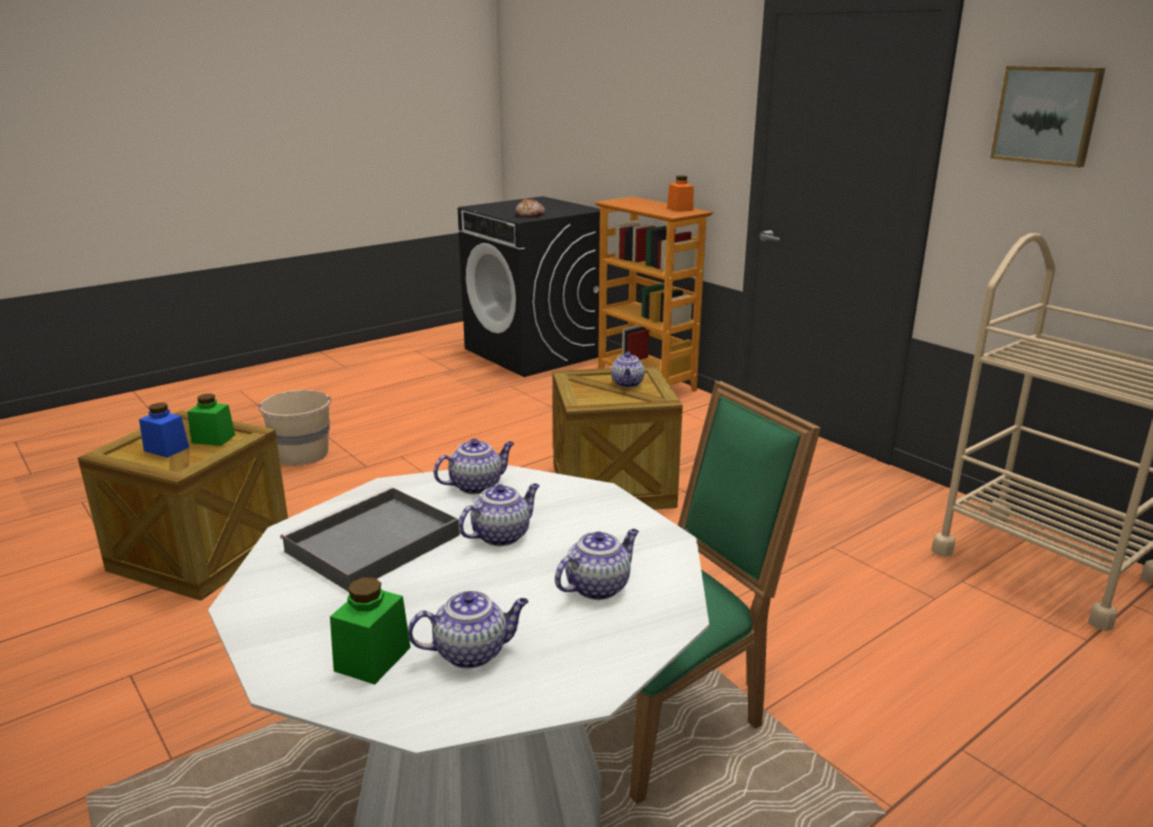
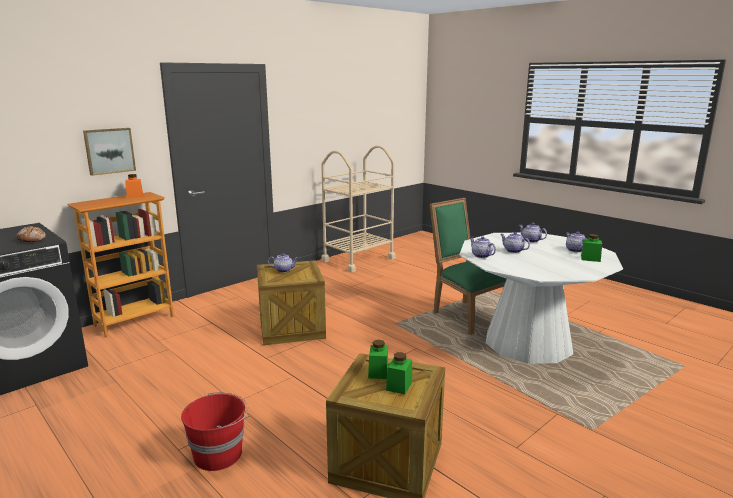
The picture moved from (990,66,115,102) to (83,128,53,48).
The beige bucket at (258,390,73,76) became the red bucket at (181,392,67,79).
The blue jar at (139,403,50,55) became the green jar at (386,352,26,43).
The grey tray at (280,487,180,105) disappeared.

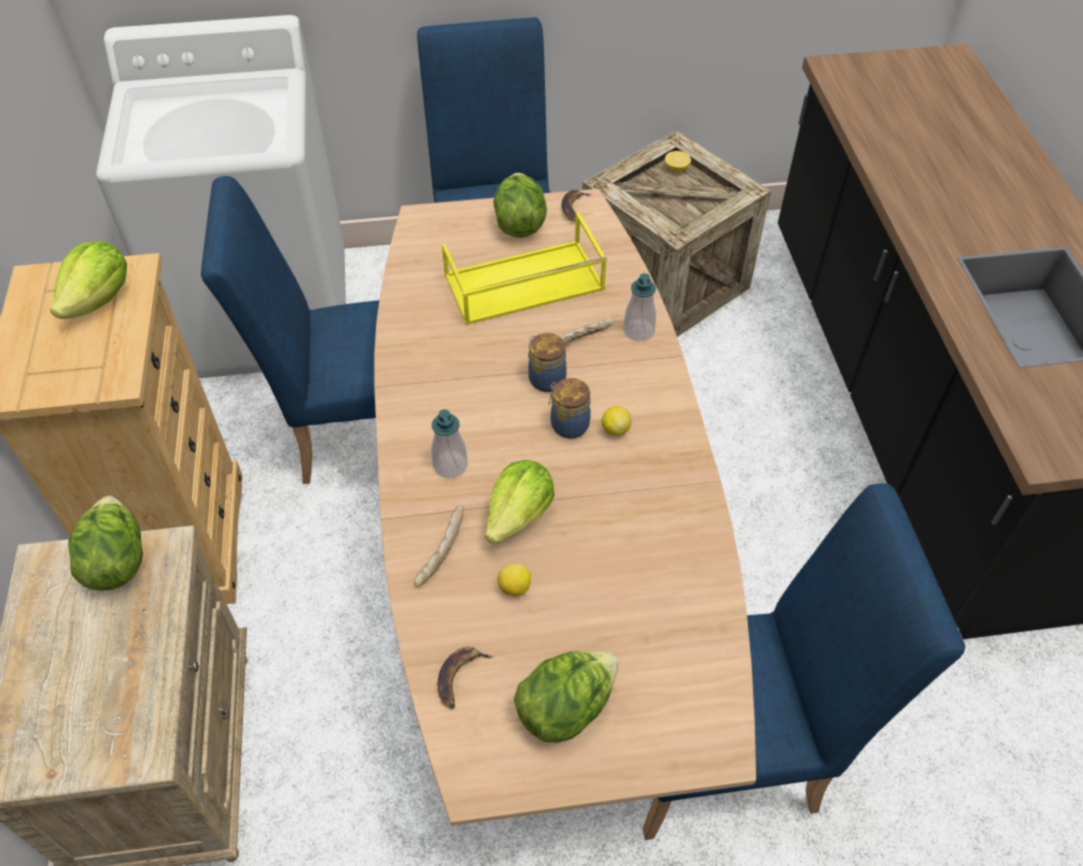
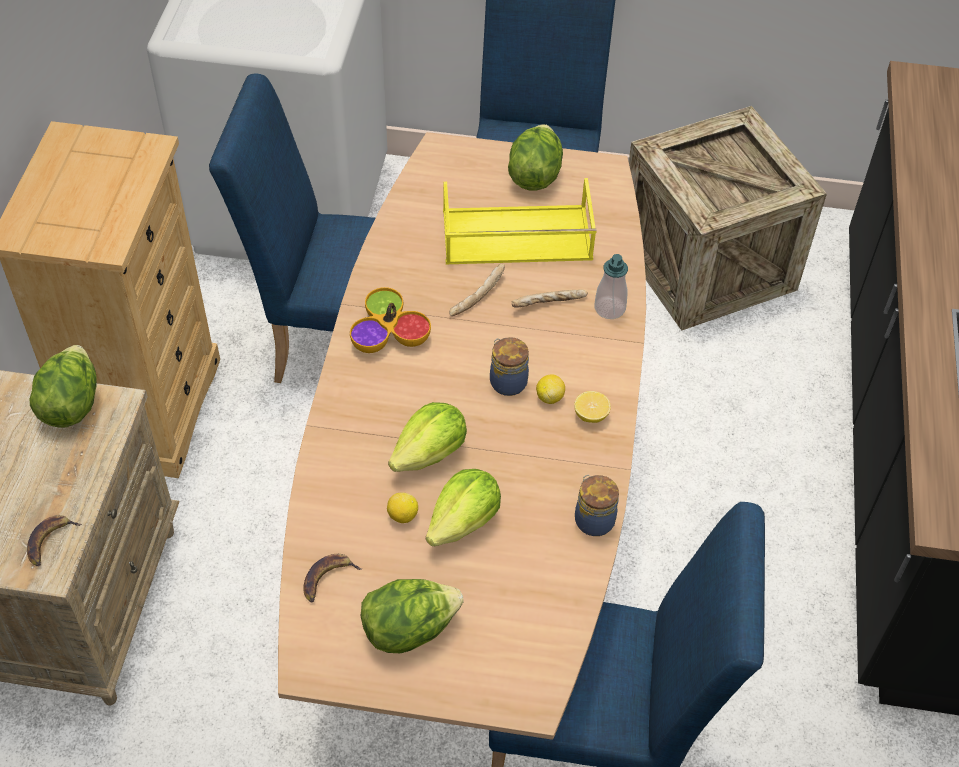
The lemon moved from (665,151,26,21) to (574,391,37,32).
The banana moved from (562,189,29,33) to (27,515,55,51).
The lettuce moved from (50,241,77,78) to (426,469,75,77).
The jar moved from (528,333,38,59) to (575,475,44,61).
The soap dispenser at (431,409,37,69) disappeared.
The bread moved from (414,505,50,81) to (449,263,56,53).
The bowl at (350,287,81,66) appeared.

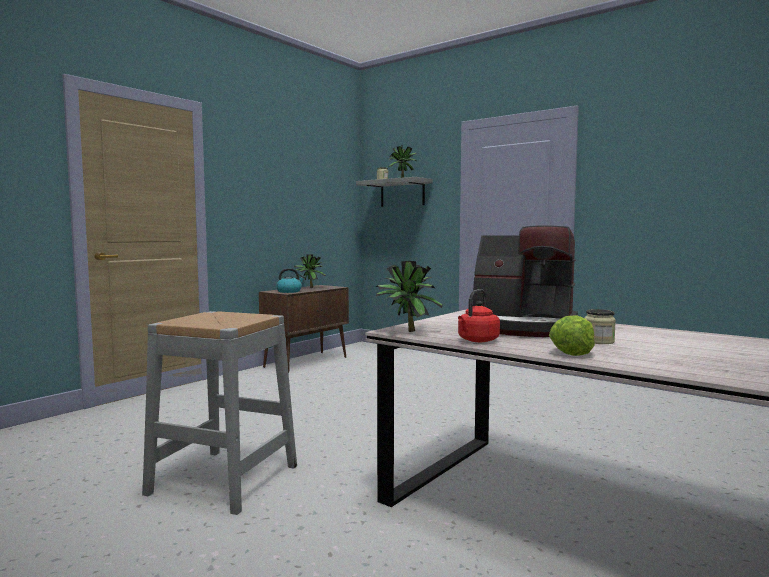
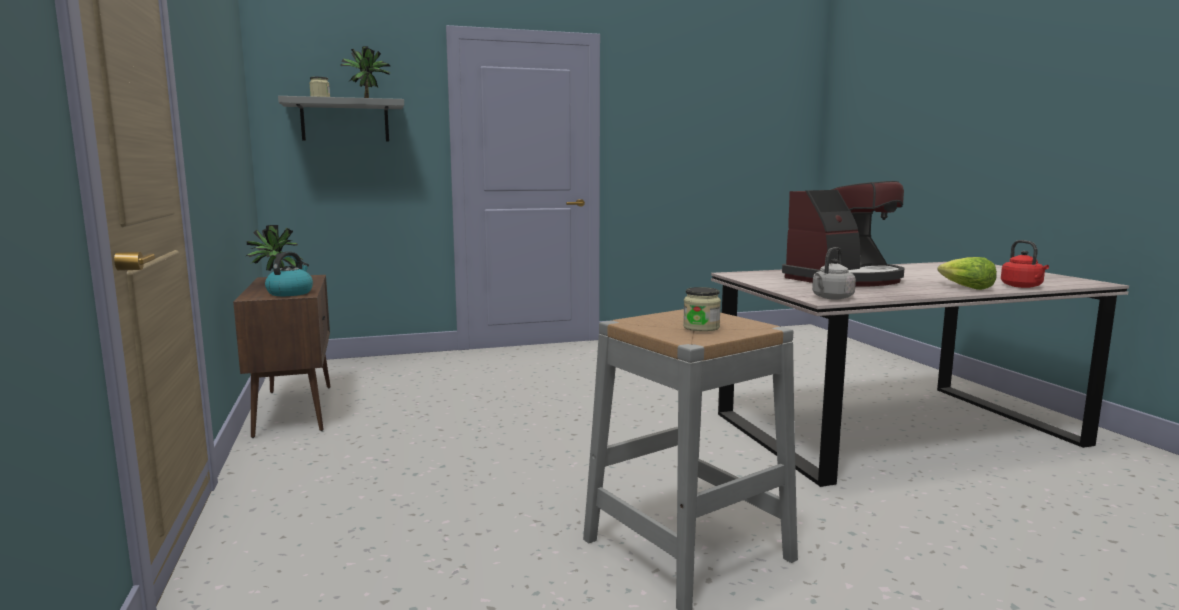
The potted plant at (376,261,67,71) was replaced by the grey kettle at (812,247,44,53).
The red kettle moved from (458,289,42,53) to (1001,240,48,48).
The jar moved from (585,309,31,35) to (683,287,38,45).

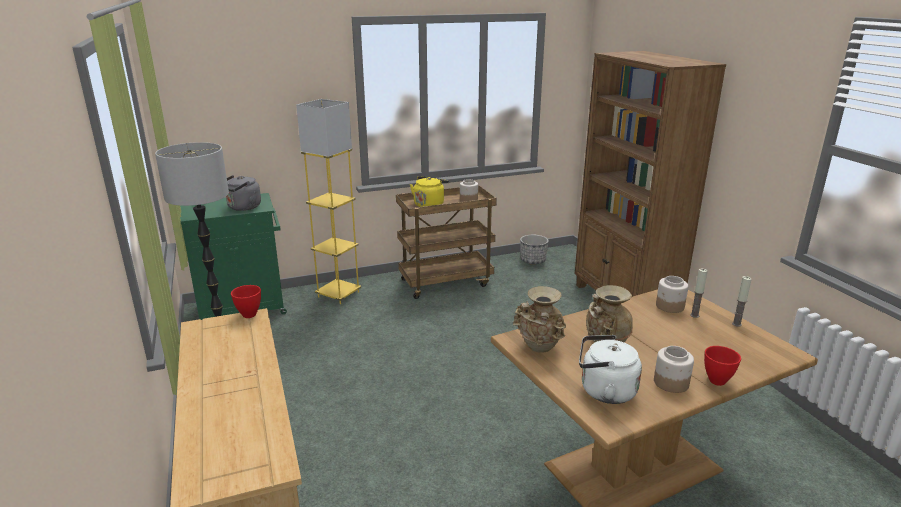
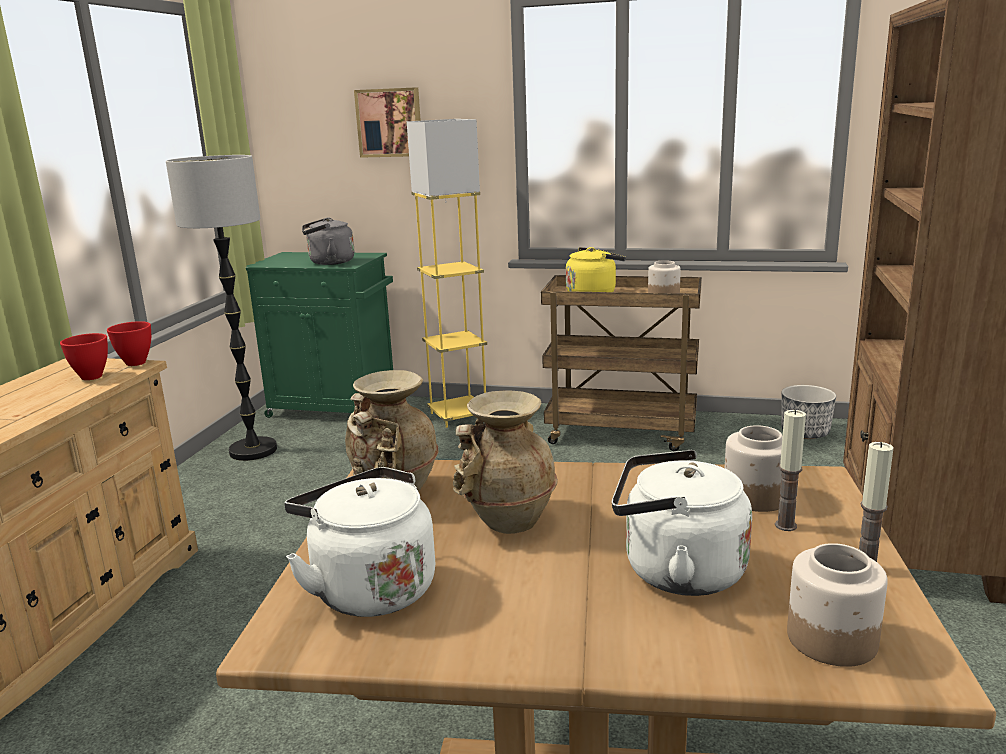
The jar moved from (654,346,40,47) to (787,543,101,124).
The red bowl moved from (704,346,37,40) to (60,333,48,47).
The picture at (354,87,67,71) appeared.
The white kettle at (612,450,140,146) appeared.

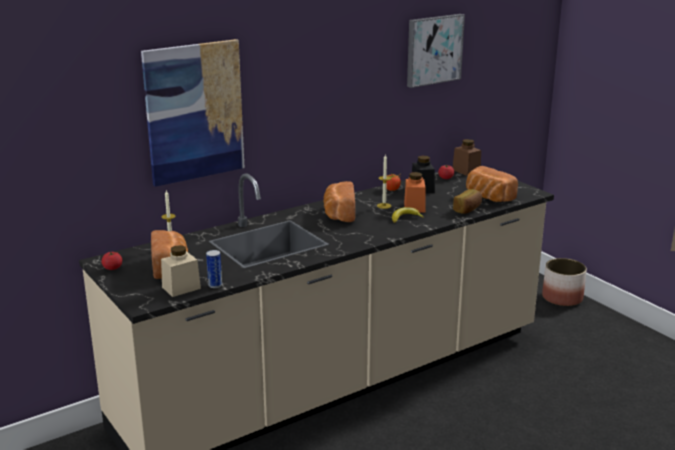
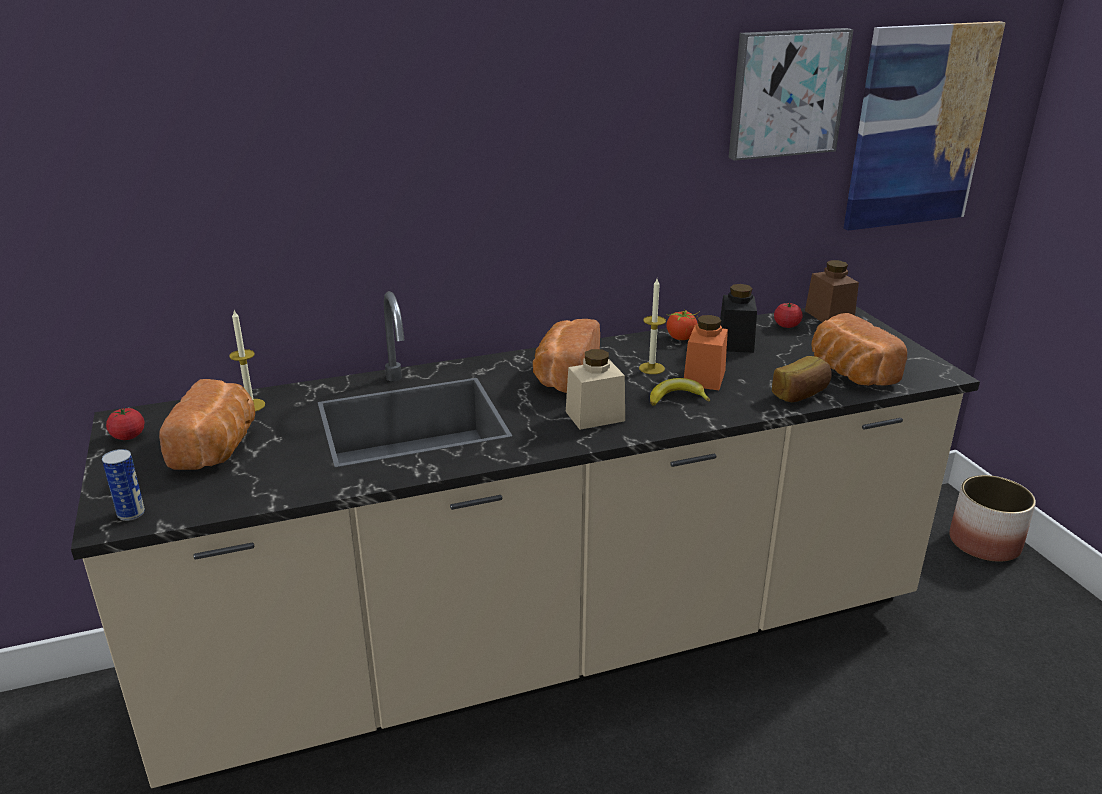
The picture moved from (141,39,103,148) to (844,21,162,210).
The beige jar moved from (161,245,40,52) to (566,349,59,81).
The can moved from (206,250,16,38) to (102,449,43,72).

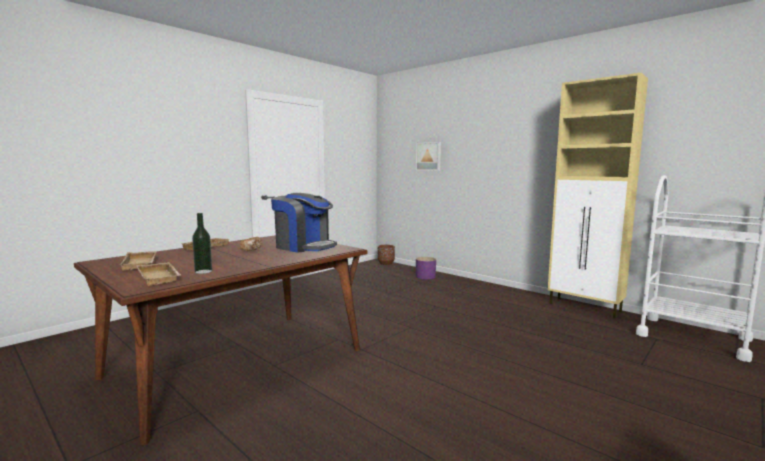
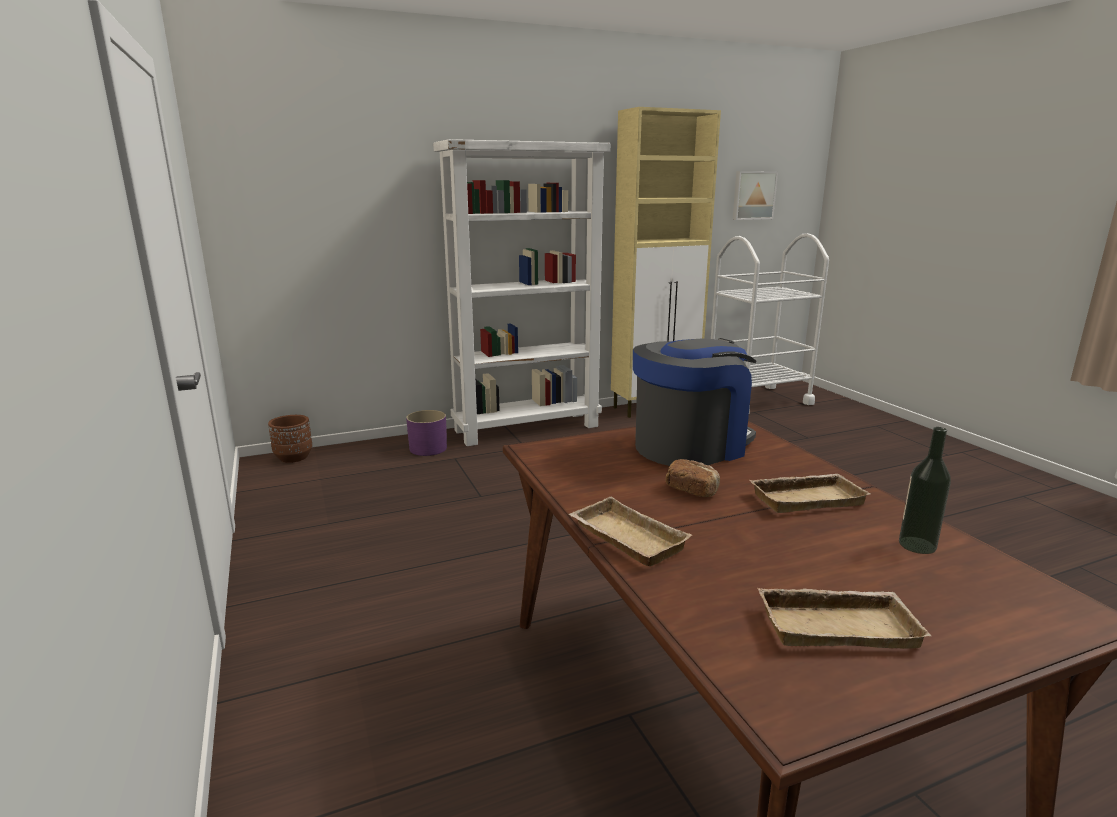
The picture moved from (416,142,25,29) to (732,171,46,49).
The beige tray moved from (136,262,45,24) to (749,474,121,39).
The white bookcase at (433,139,177,307) appeared.

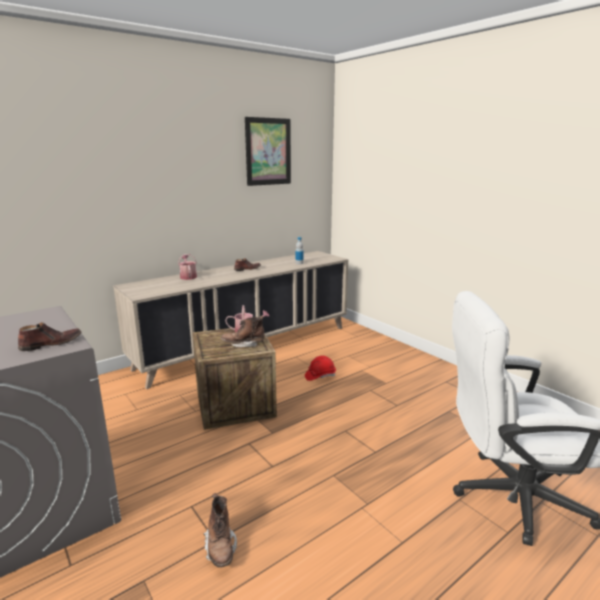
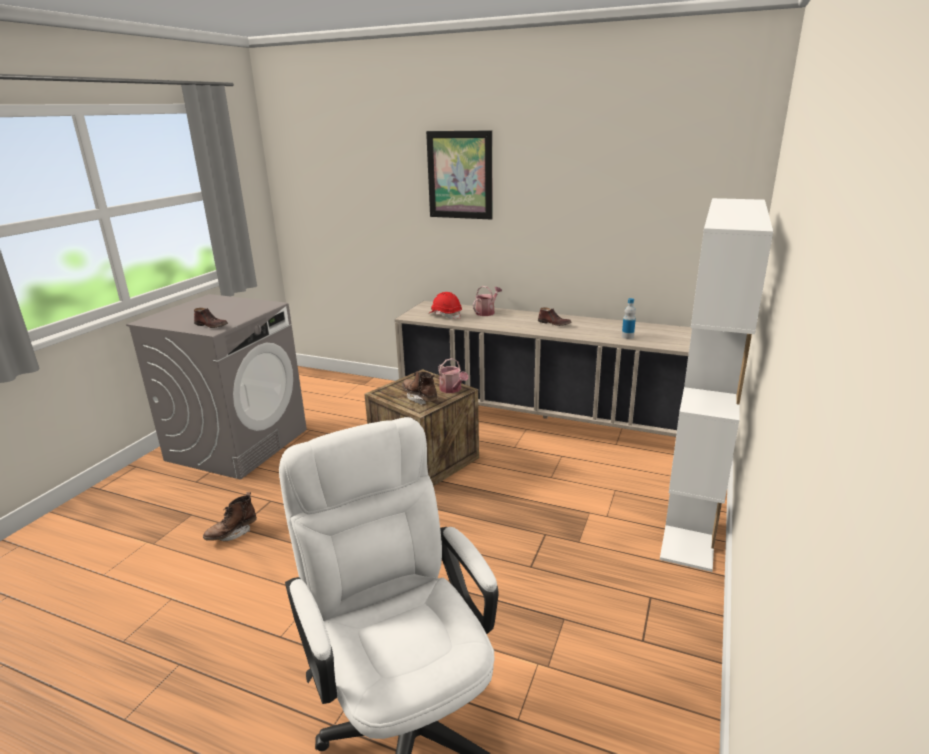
The picture moved from (245,117,46,69) to (426,130,67,90).
The red hard hat moved from (305,356,31,25) to (428,292,34,27).
The white bookcase at (660,198,113,374) appeared.

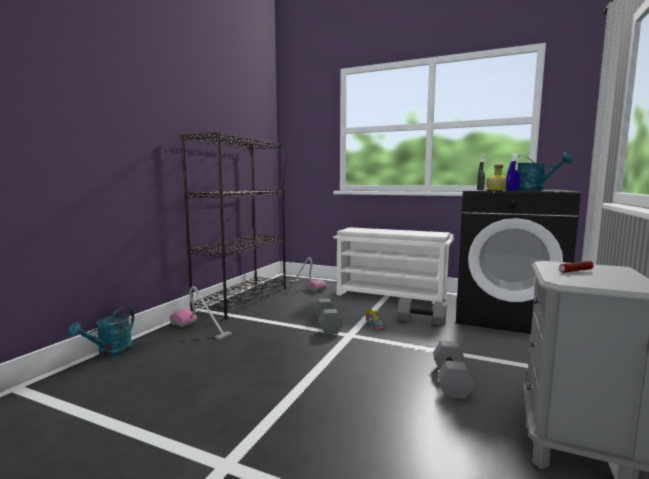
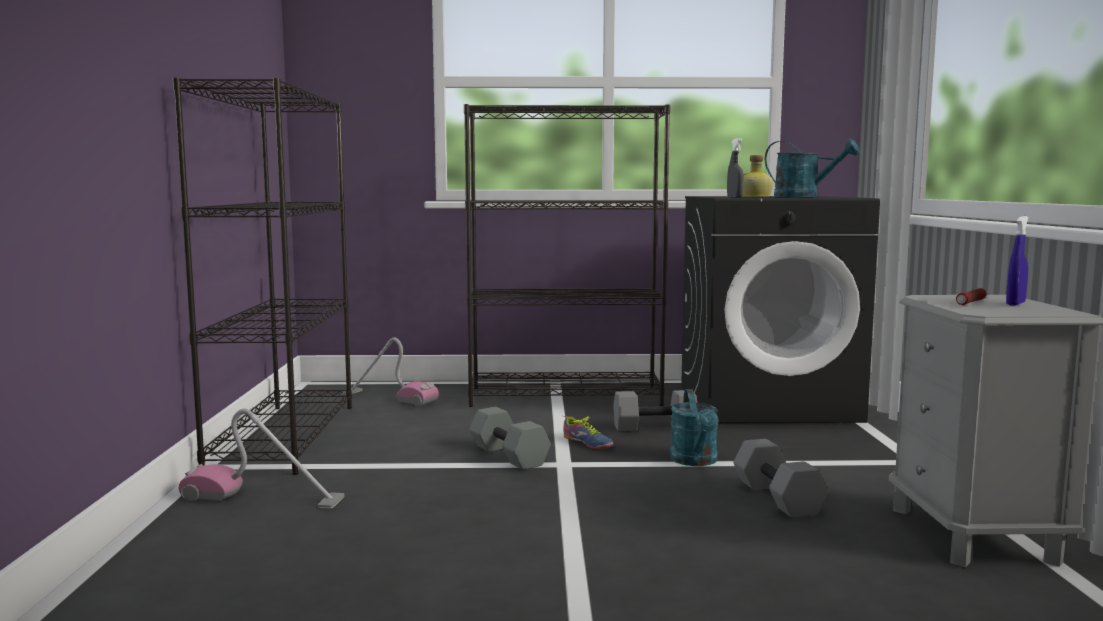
The blue spray bottle moved from (506,154,14,37) to (1006,216,23,90).
The white shoe rack at (333,227,121,77) was replaced by the black bookcase at (464,104,206,303).
The turquoise watering can moved from (68,307,66,49) to (670,389,49,77).

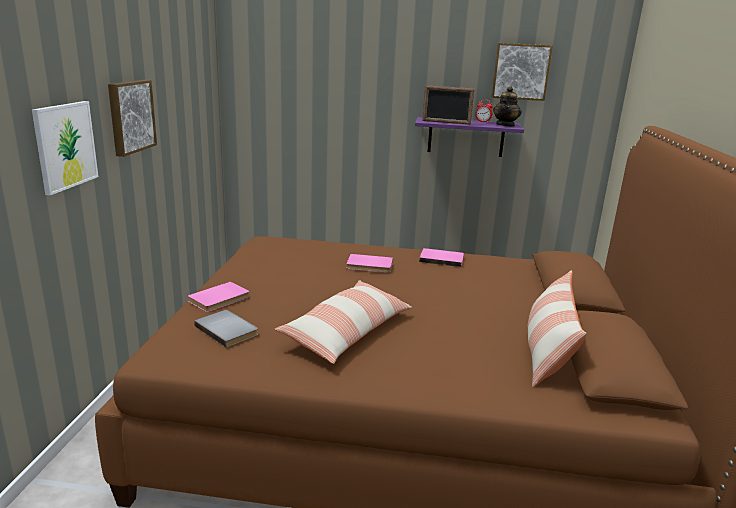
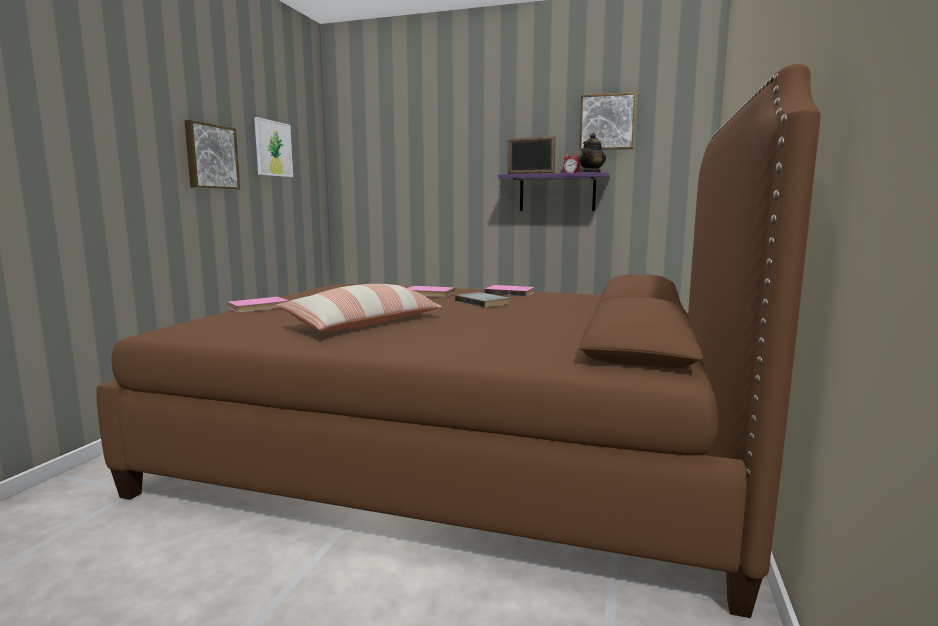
The picture moved from (32,101,66,94) to (254,117,39,60).
The pillow at (528,270,59,117) disappeared.
The grey book moved from (194,310,64,38) to (455,292,55,15).

